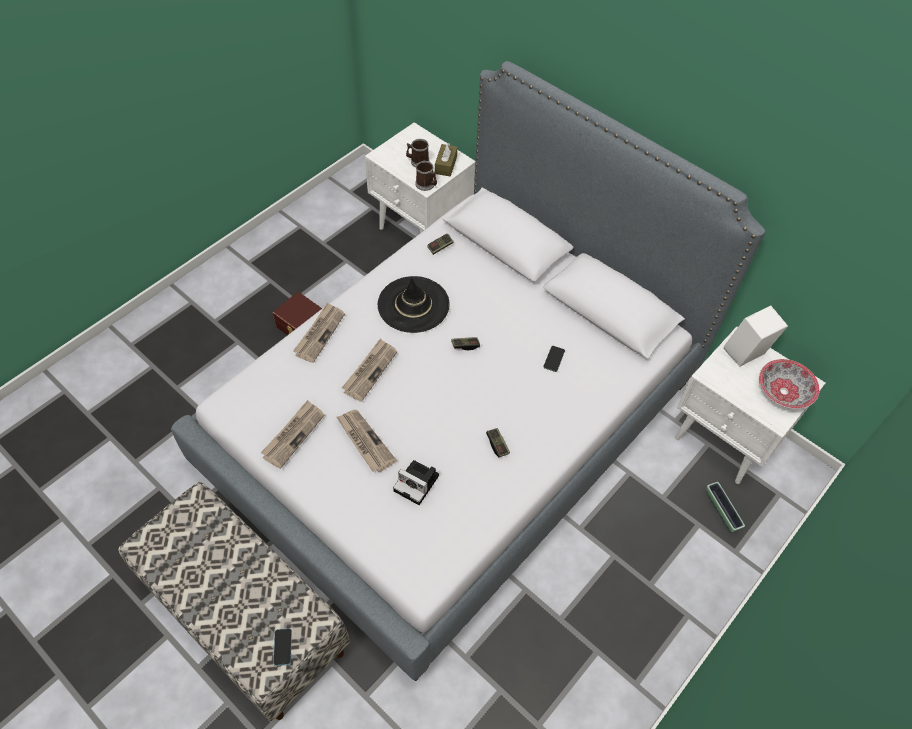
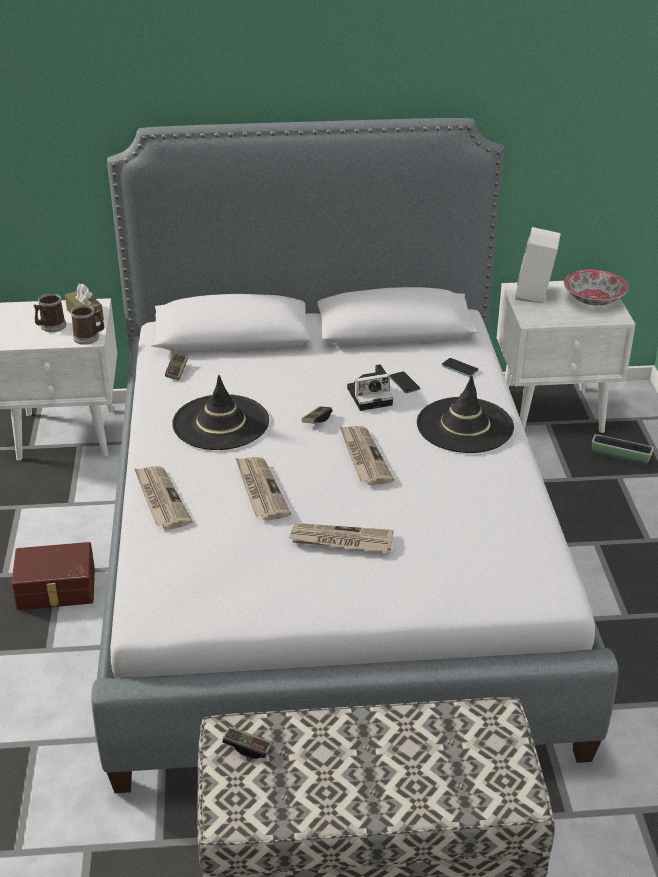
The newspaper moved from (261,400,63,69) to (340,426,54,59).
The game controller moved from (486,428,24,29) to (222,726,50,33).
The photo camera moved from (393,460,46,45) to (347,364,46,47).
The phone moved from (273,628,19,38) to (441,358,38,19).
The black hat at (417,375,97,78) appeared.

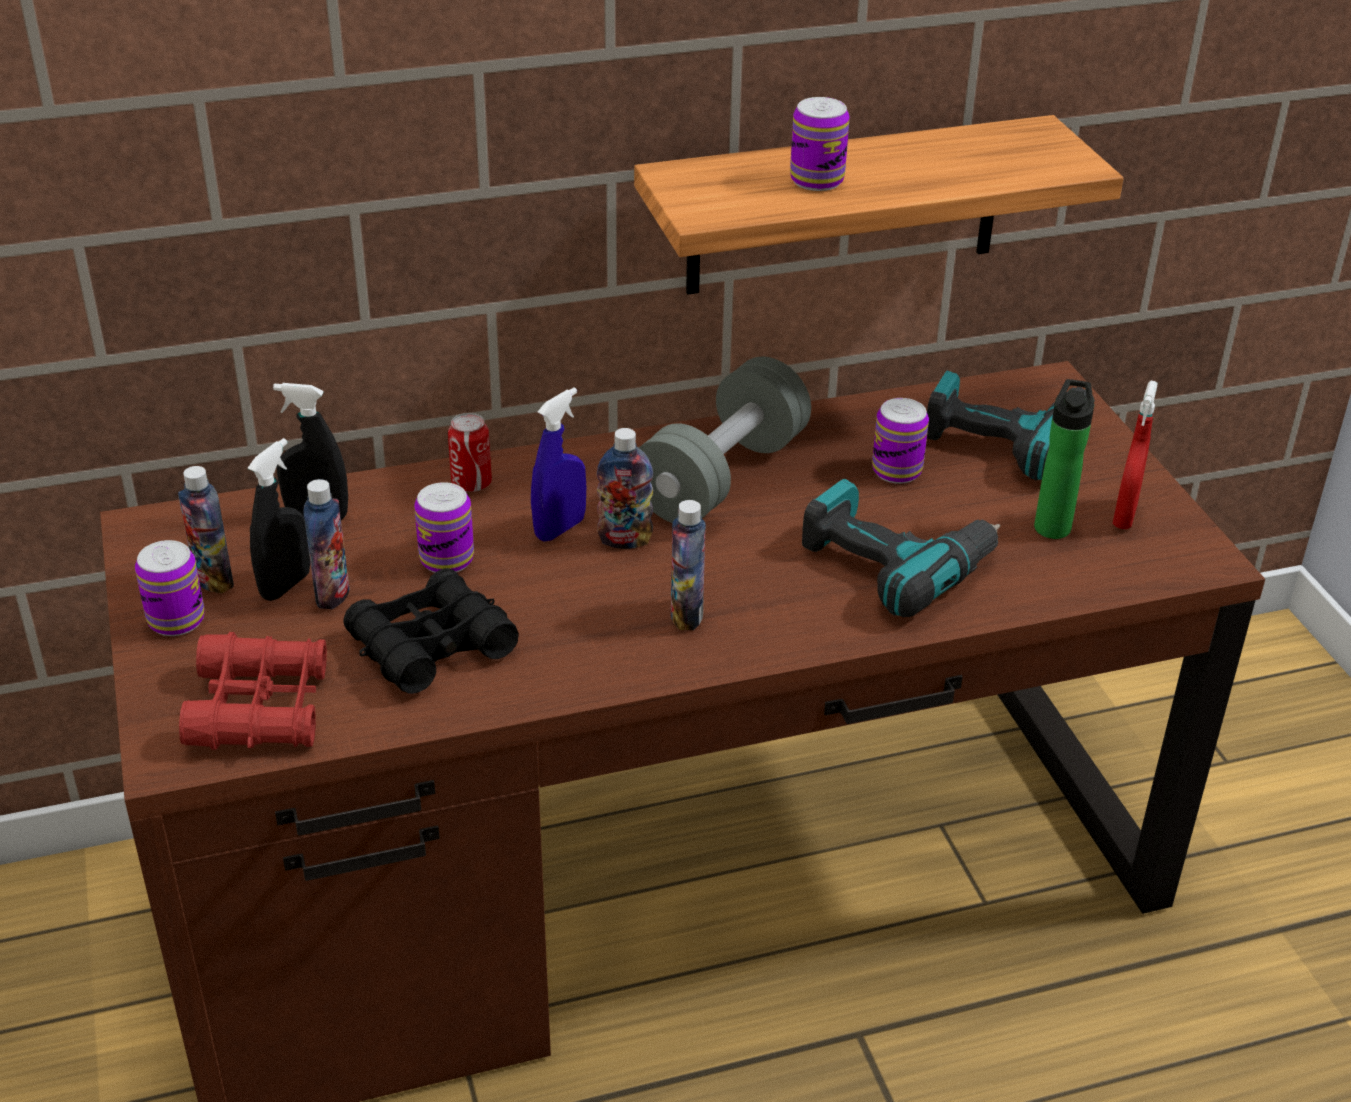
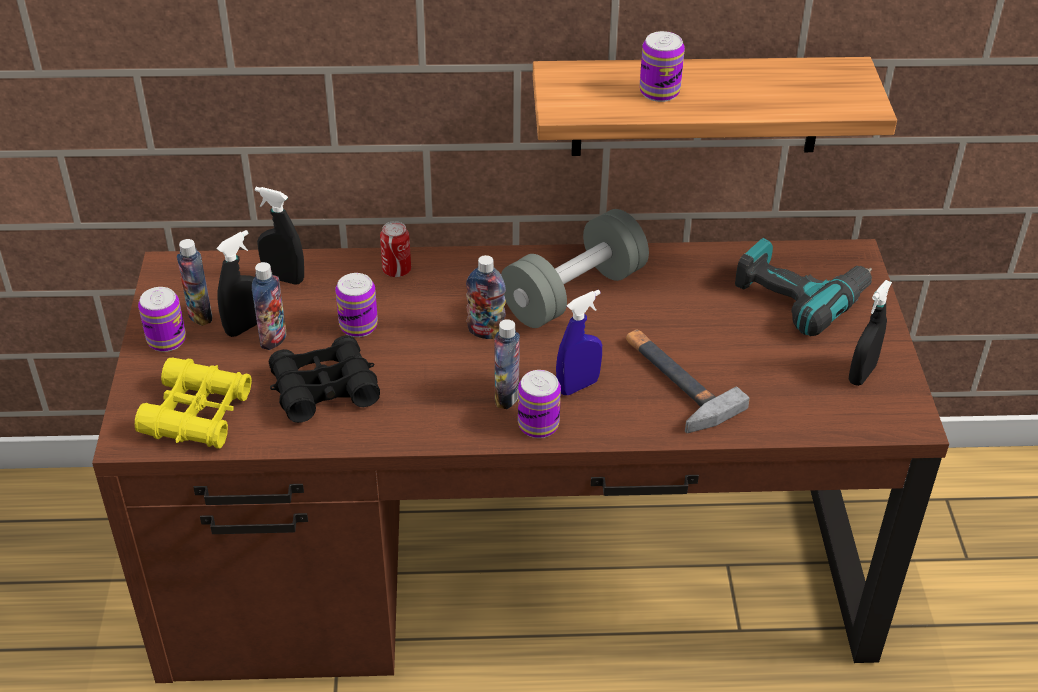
The bottle at (1034,379,60,160) disappeared.
The red spray bottle at (1112,381,46,148) became the black spray bottle at (849,280,43,106).
The blue spray bottle moved from (531,388,55,153) to (556,290,46,105).
The can moved from (872,398,57,86) to (518,370,43,68).
The power drill at (802,479,198,138) was replaced by the hammer at (626,330,124,103).
The red binoculars at (179,632,148,118) became the yellow binoculars at (135,357,117,92).

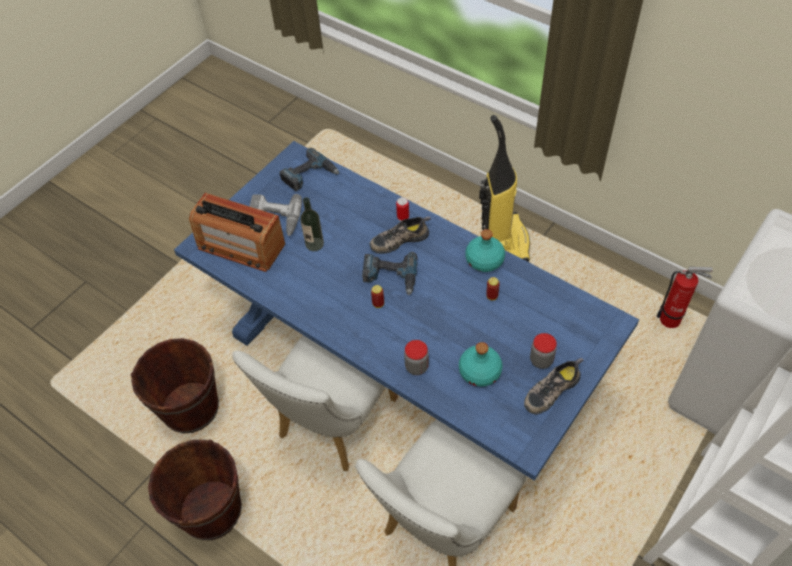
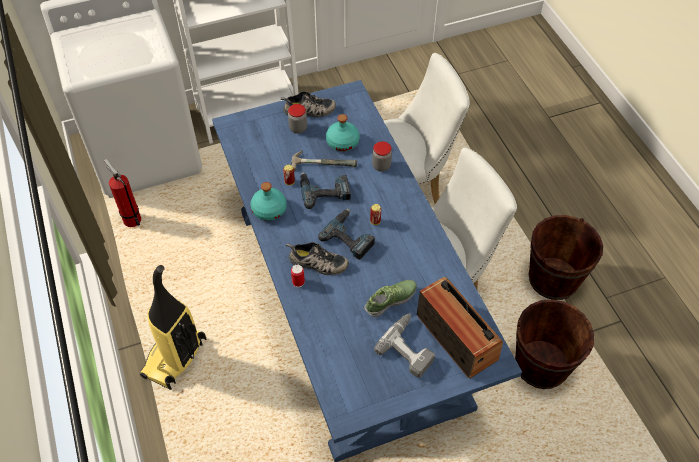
The power drill moved from (279,148,60,43) to (300,172,51,37).
The bottle at (300,197,24,54) was replaced by the shoe at (364,280,53,37).
The hammer at (291,151,66,20) appeared.

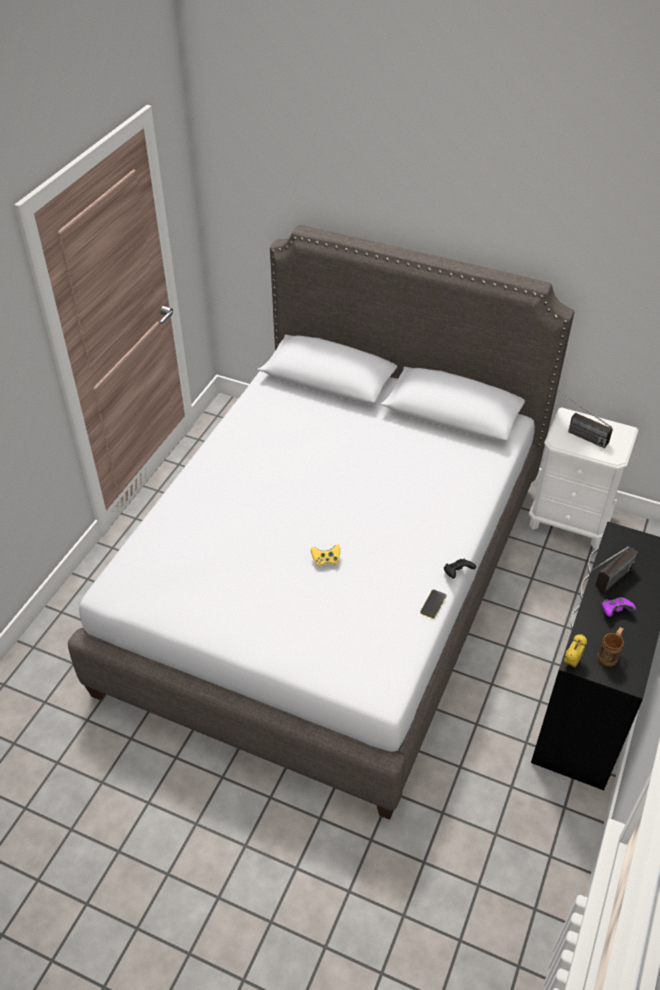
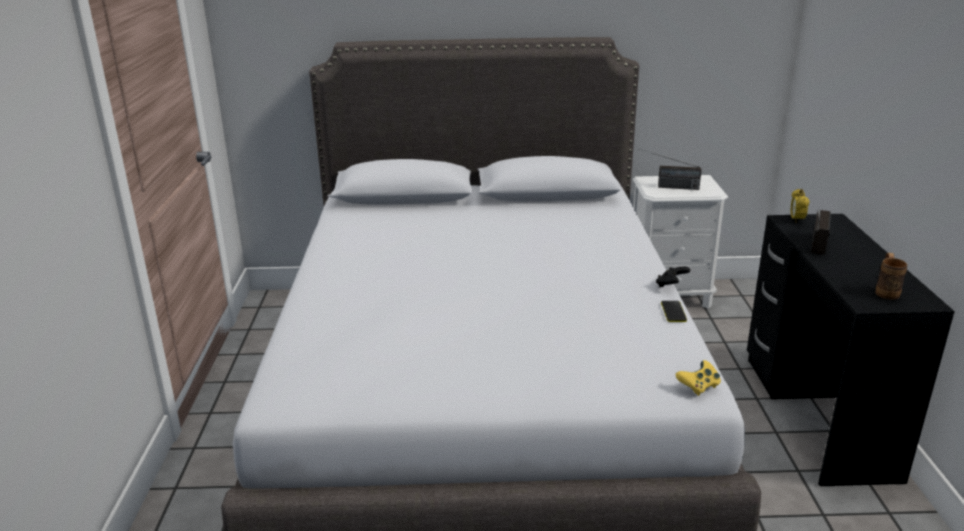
The yellow game controller moved from (311,544,29,23) to (676,360,45,36).
The purple game controller at (602,597,34,20) disappeared.
The alarm clock moved from (564,634,23,33) to (791,189,19,34).

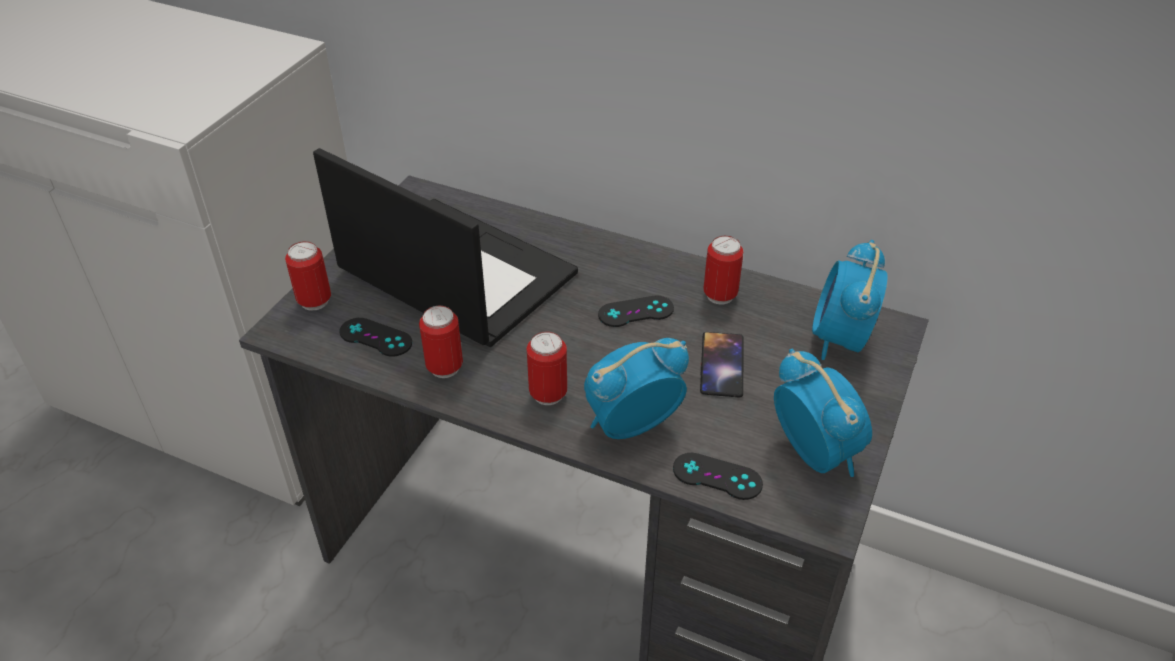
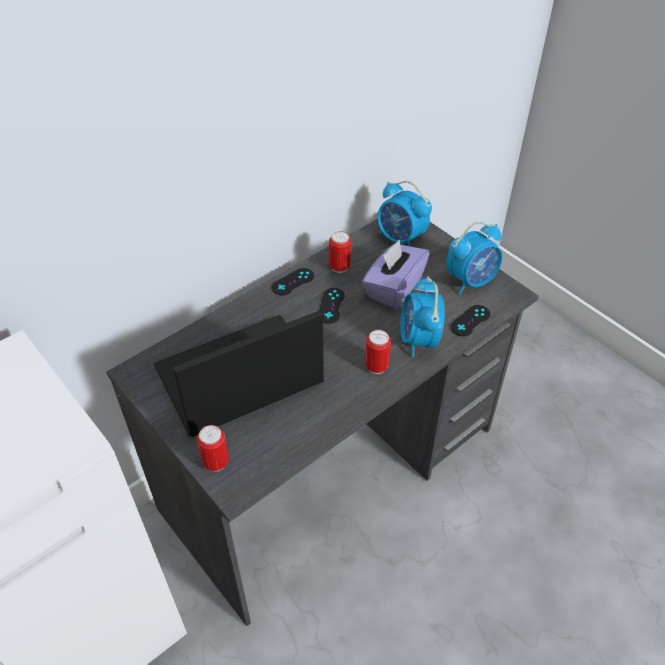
The can at (419,306,44,72) disappeared.
The black game controller moved from (340,318,72,38) to (272,268,42,27).
The phone at (700,332,44,65) was replaced by the purple tissue box at (362,240,68,69).
The alarm clock at (774,349,98,128) turned 150 degrees clockwise.

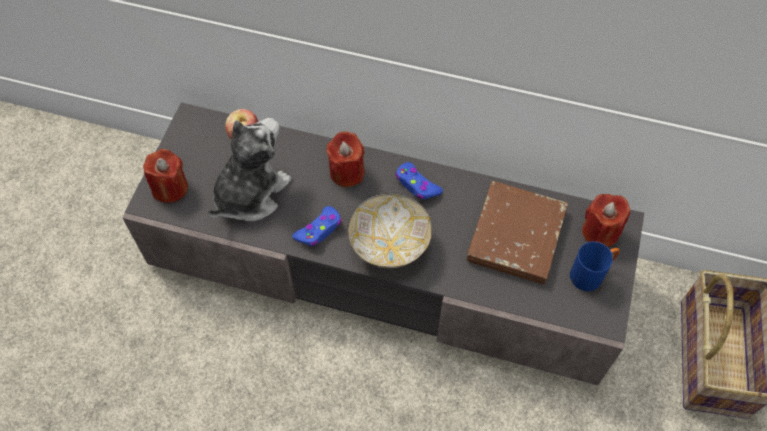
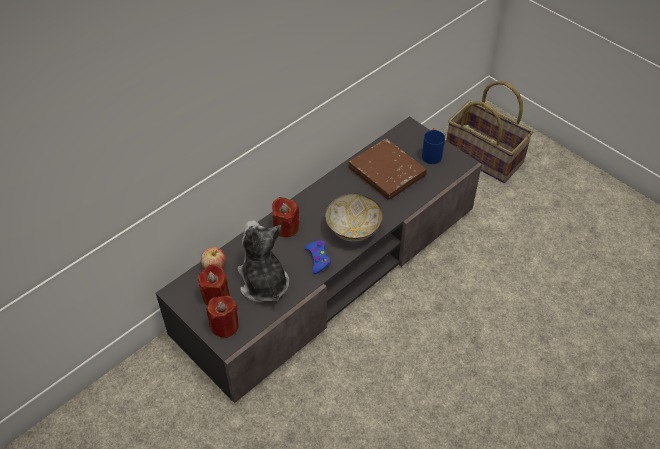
The blue game controller at (395,162,48,38) disappeared.
The red candle moved from (582,194,48,53) to (198,264,32,42).

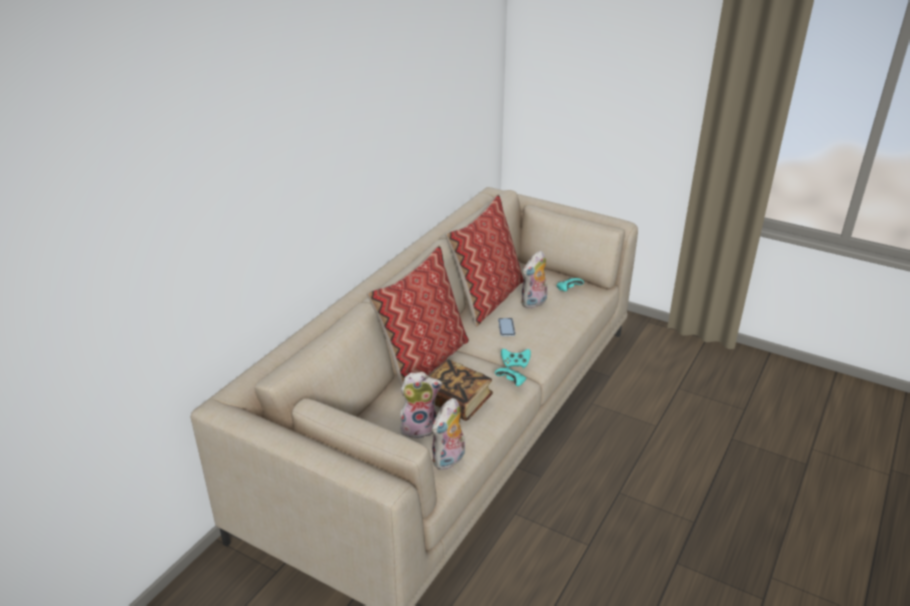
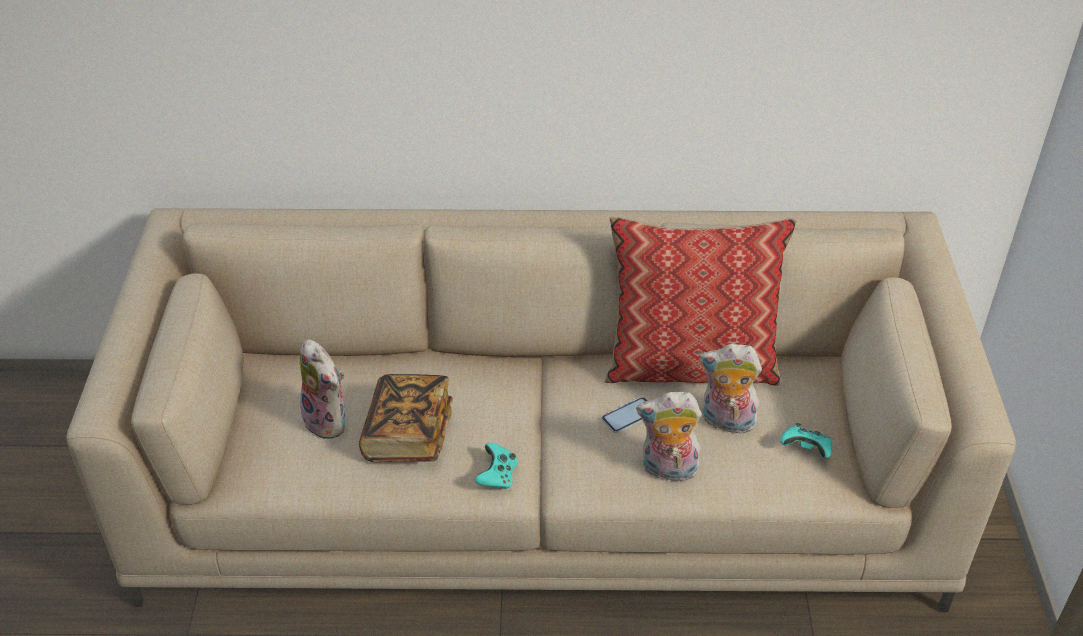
The pillow at (367,245,102,151) disappeared.
The turquoise game controller at (501,349,30,20) disappeared.
The plush toy moved from (432,398,33,72) to (636,392,66,90).

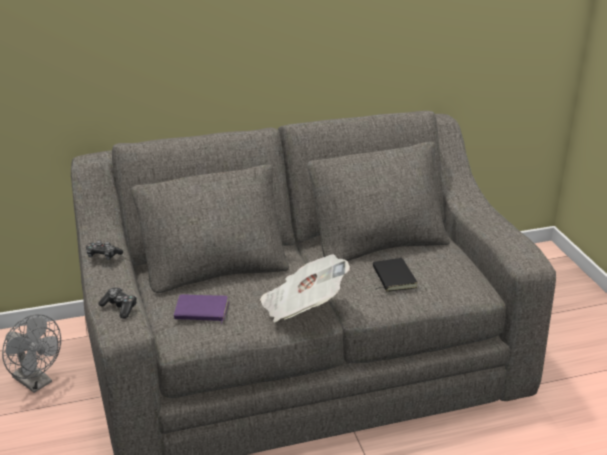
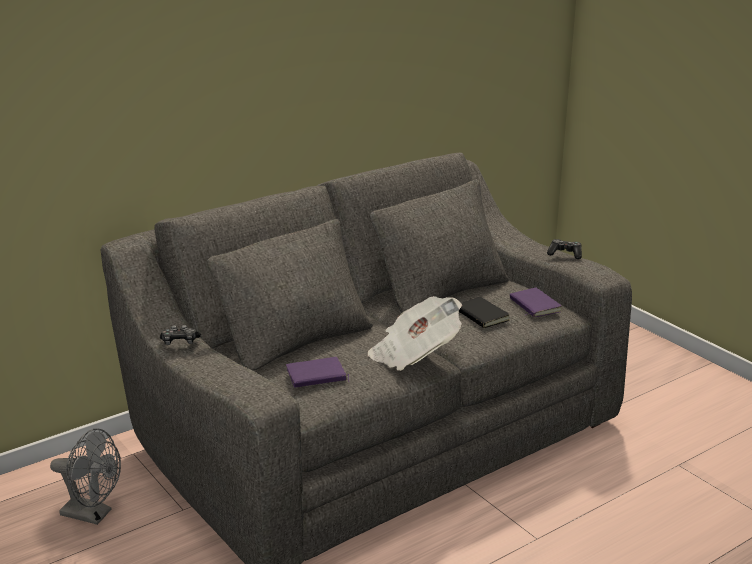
The game controller moved from (98,288,39,31) to (547,239,35,20).
The purple book at (510,288,52,30) appeared.

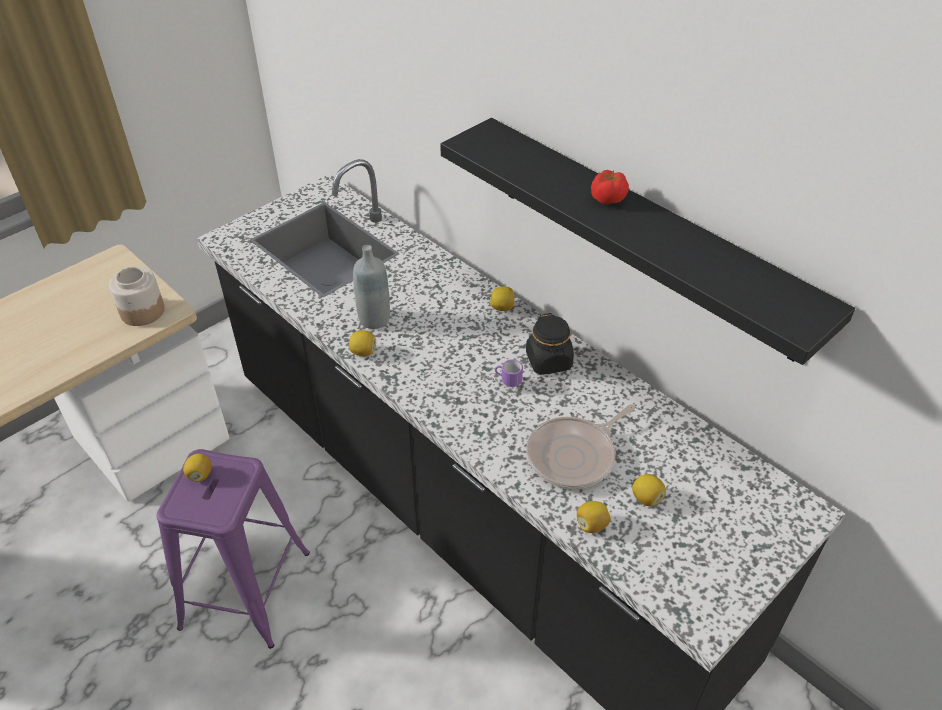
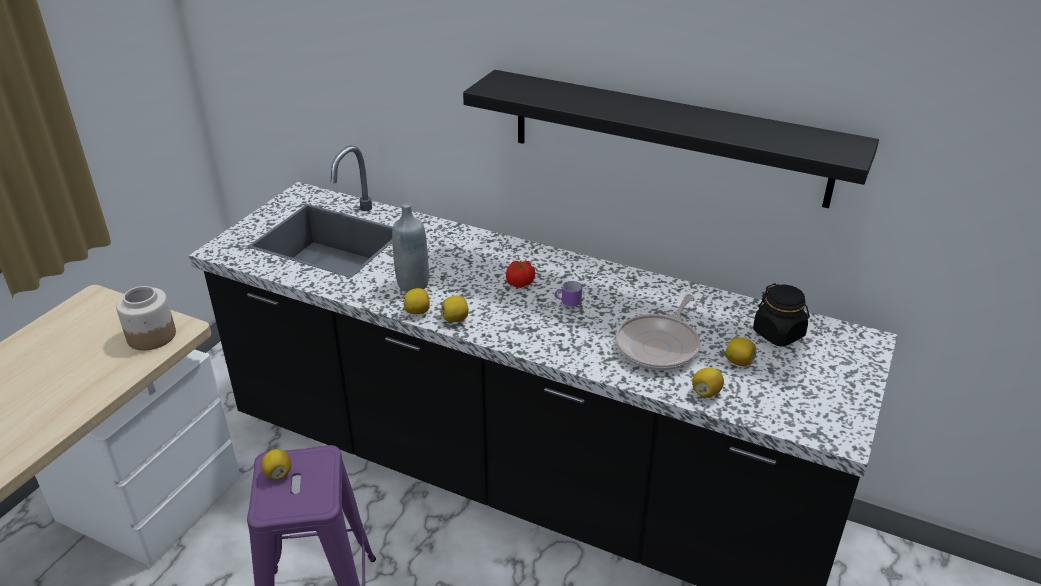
The tomato moved from (591,170,38,34) to (506,260,29,28).
The lemon moved from (490,286,24,25) to (441,295,28,27).
The black jar moved from (526,313,48,62) to (753,283,57,64).

